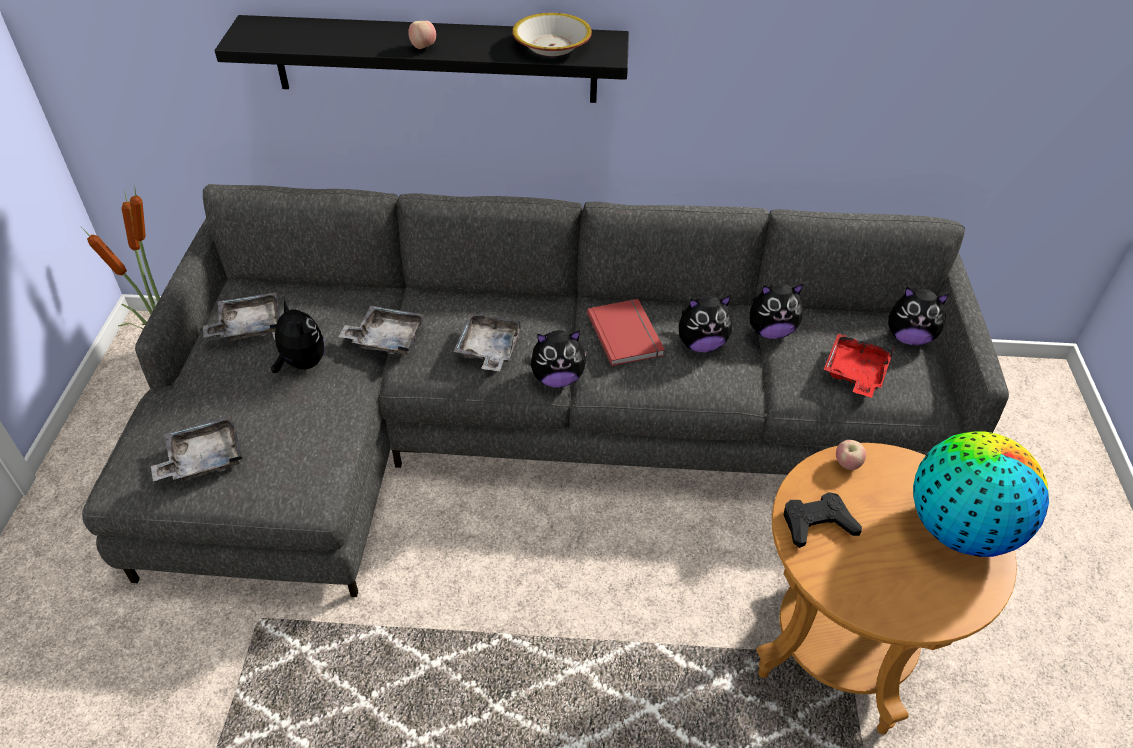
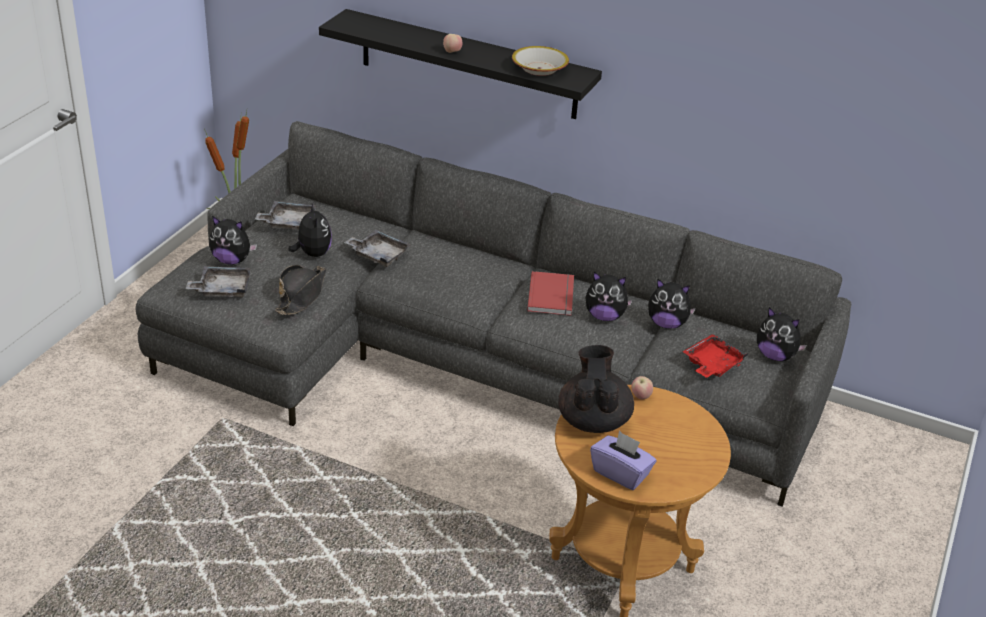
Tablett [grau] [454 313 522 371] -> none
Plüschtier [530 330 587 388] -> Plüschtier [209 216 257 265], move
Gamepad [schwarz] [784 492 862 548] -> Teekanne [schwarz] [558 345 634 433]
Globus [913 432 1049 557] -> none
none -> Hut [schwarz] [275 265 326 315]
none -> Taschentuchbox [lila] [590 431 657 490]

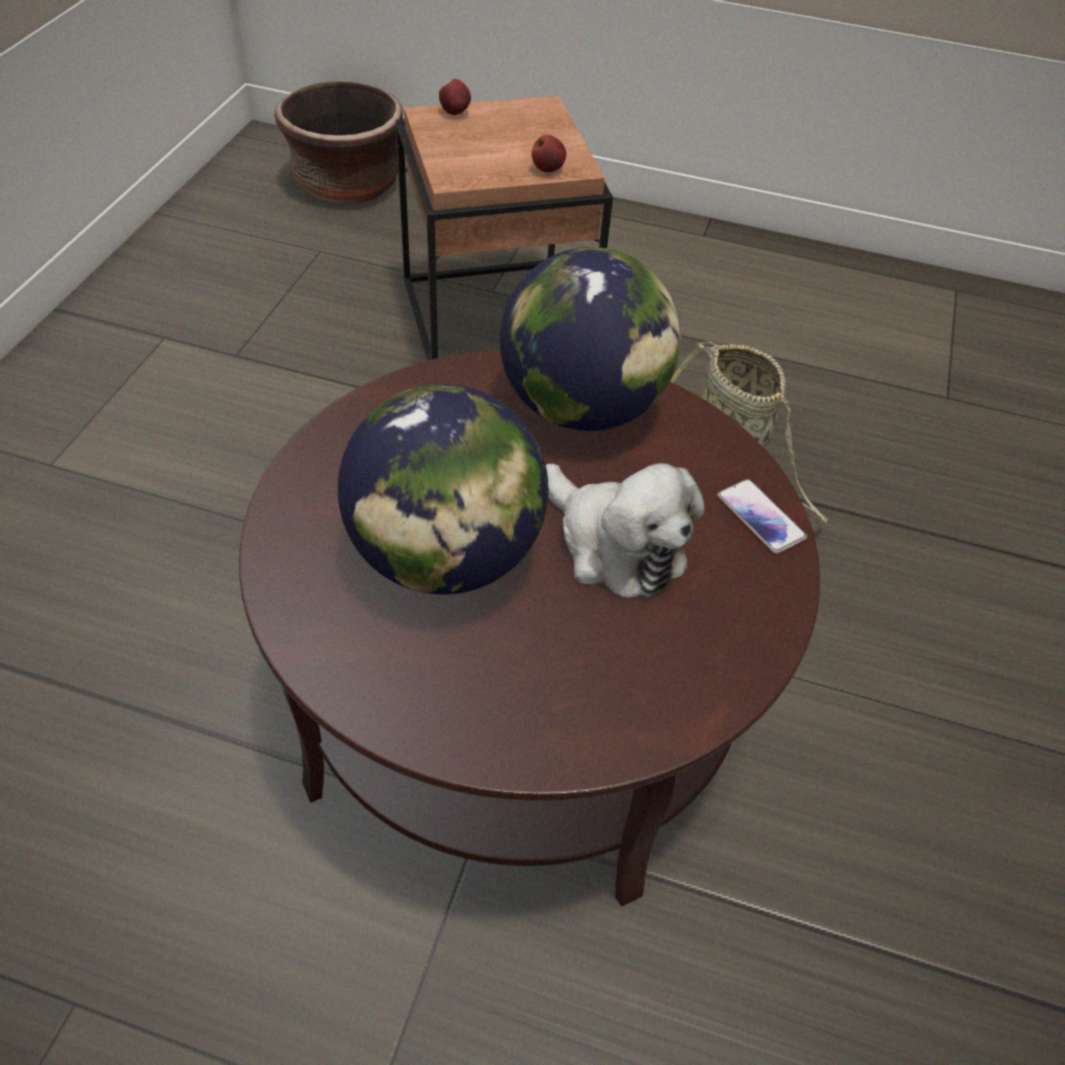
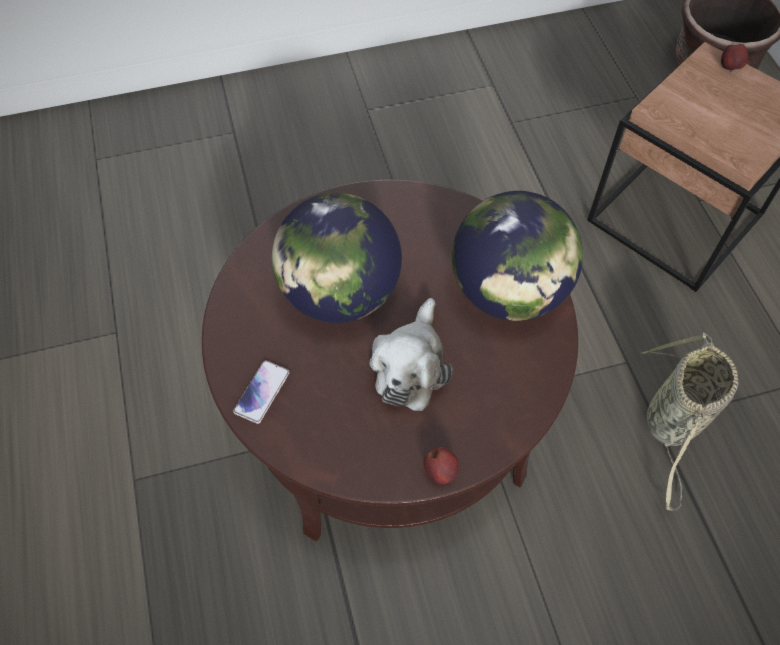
Apfel [532 135 566 173] -> Apfel [423 447 459 484], move
Handy [717 479 807 554] -> Handy [233 360 290 424], move

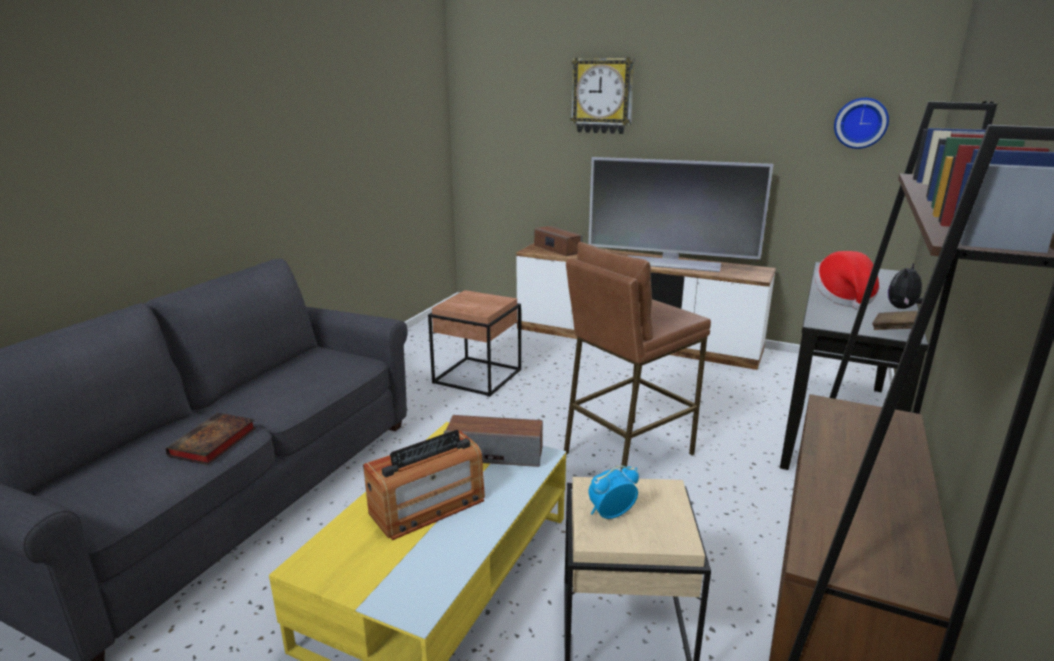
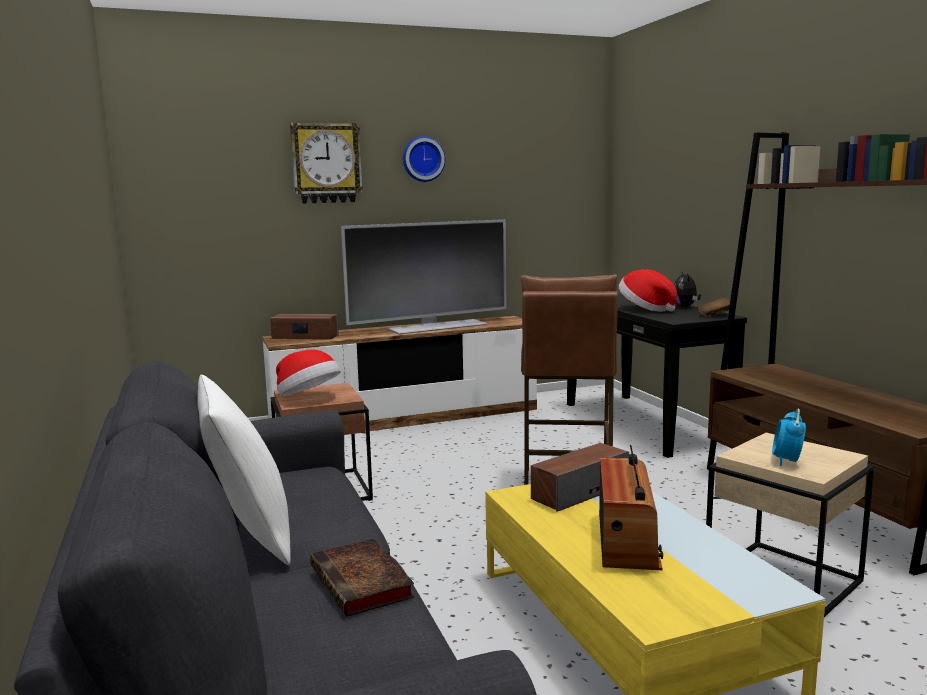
Wanduhr [834 98 889 149] -> Wanduhr [403 136 445 182], move
none -> Kissen [weiß] [197 375 291 565]
none -> Hut [276 349 341 396]

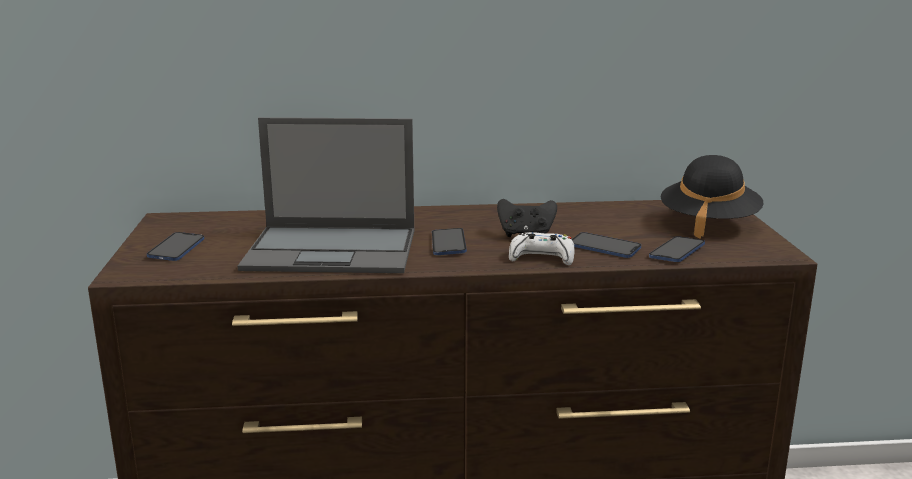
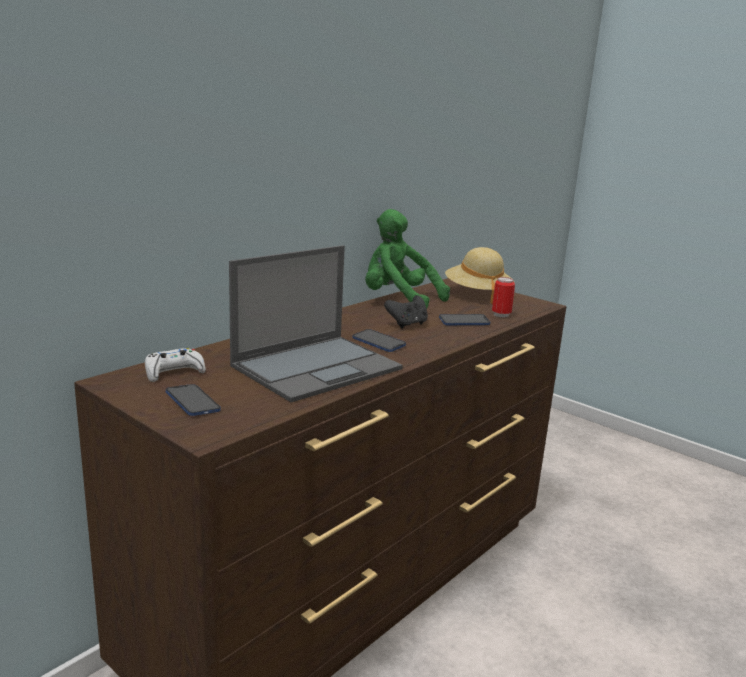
Gamepad [weiß] [509 232 575 265] -> Gamepad [weiß] [145 348 206 382], move
Handy [649 236 705 262] -> Dose [492 277 515 317]
Hut [schwarz] [661 155 764 239] -> Hut [beige] [445 247 515 304]
none -> Plüschtier [grün] [365 209 450 309]

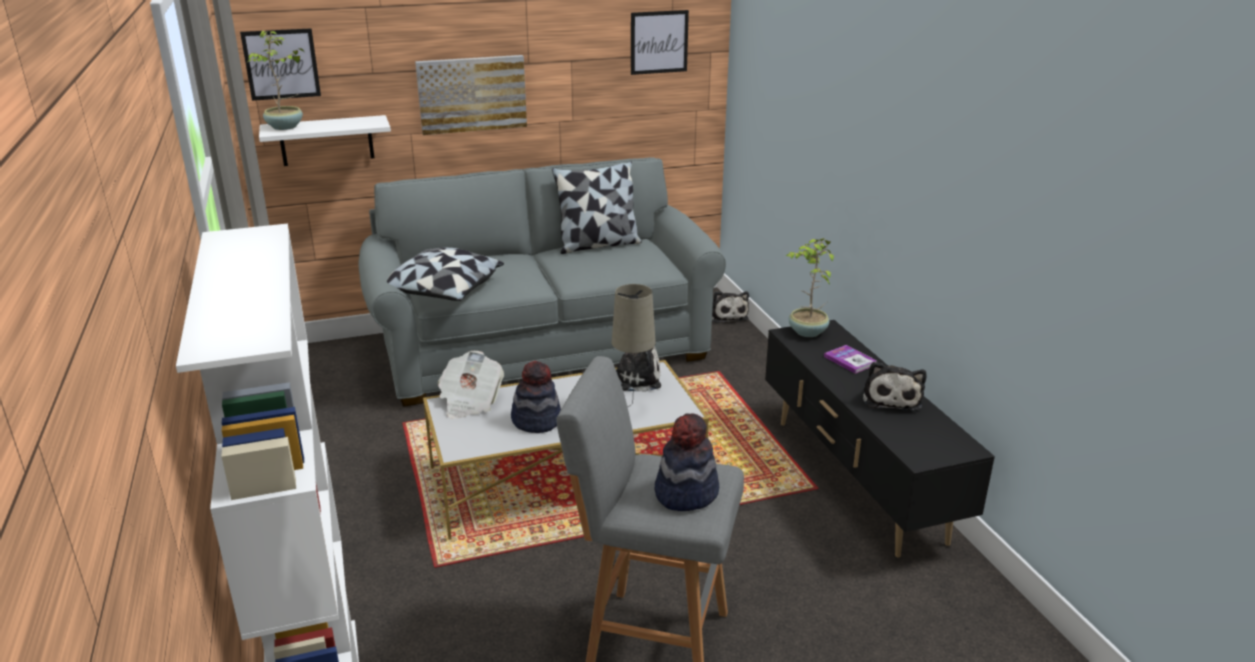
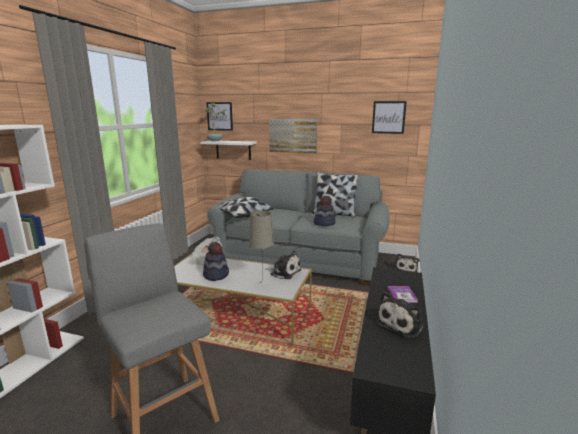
Hut [655 413 719 511] -> Hut [314 196 336 226], move
Topfpflanze [786 238 834 337] -> none

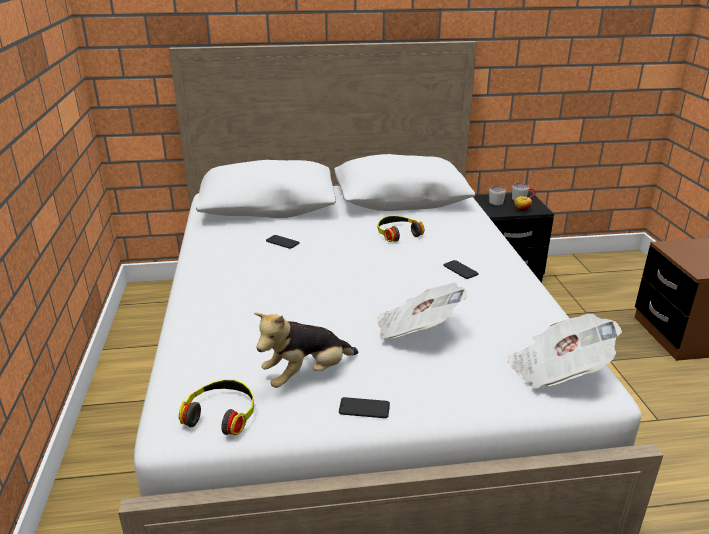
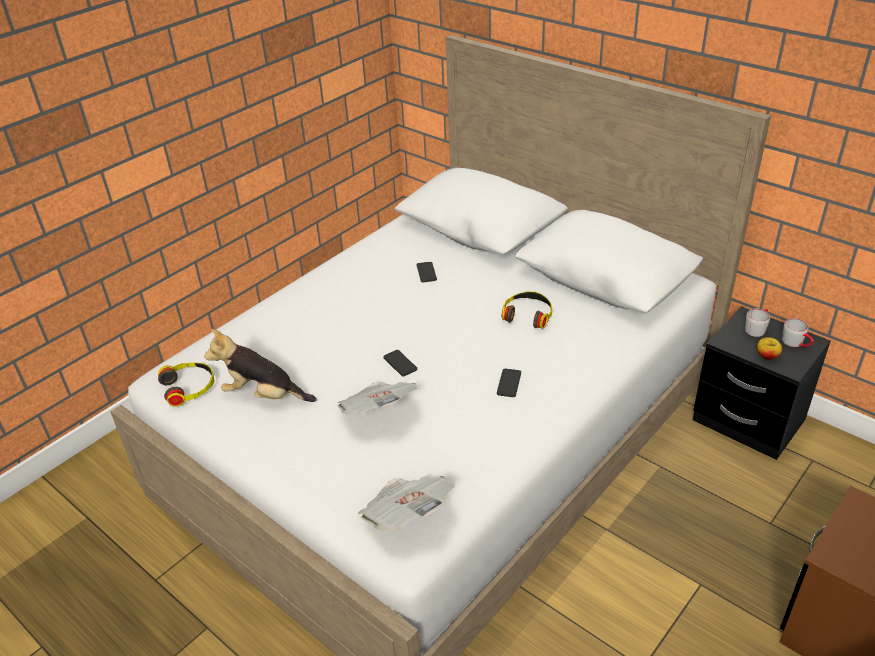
Handy [339 397 390 418] -> Handy [383 350 417 376], move

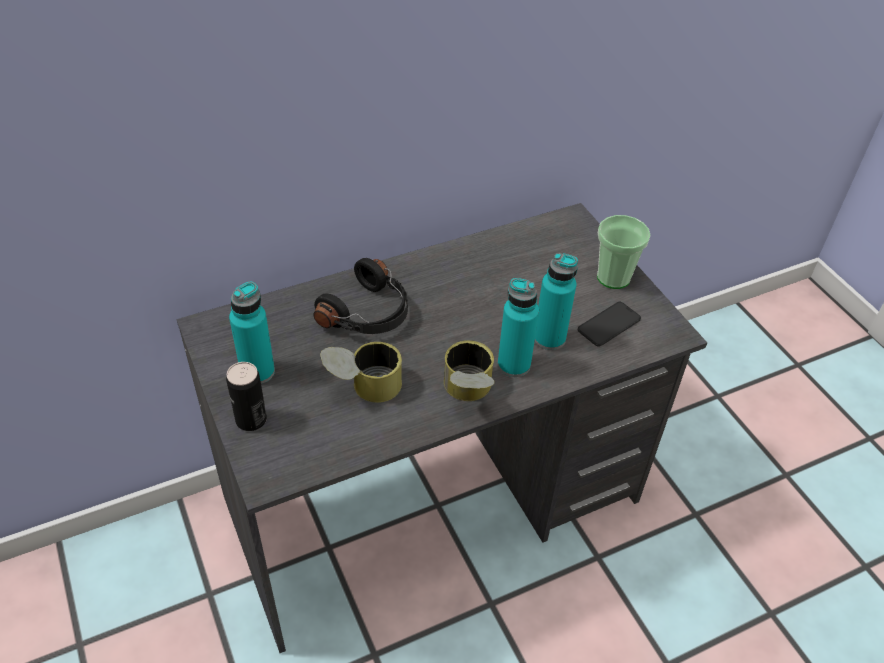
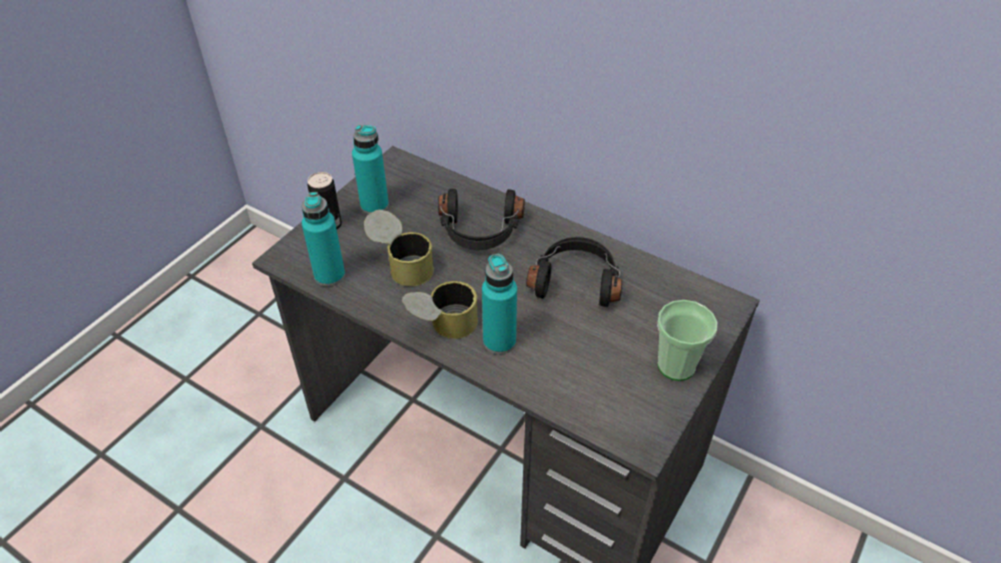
Flasche [türkis] [535 253 578 350] -> Flasche [türkis] [301 192 345 287], move
Handy [578 302 641 347] -> none
none -> Kopfhörer [schwarz] [526 237 622 307]

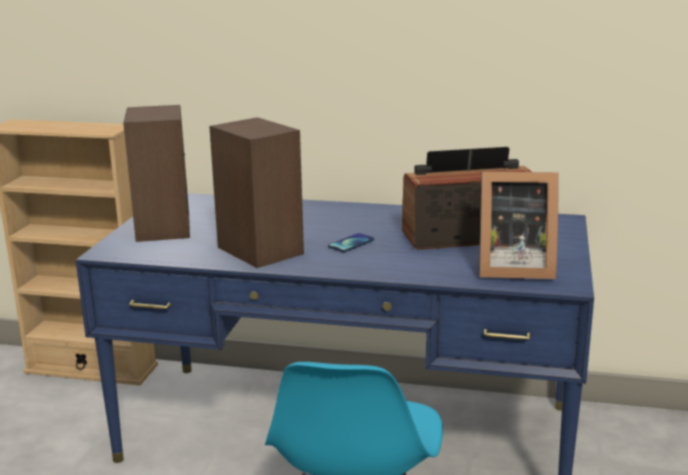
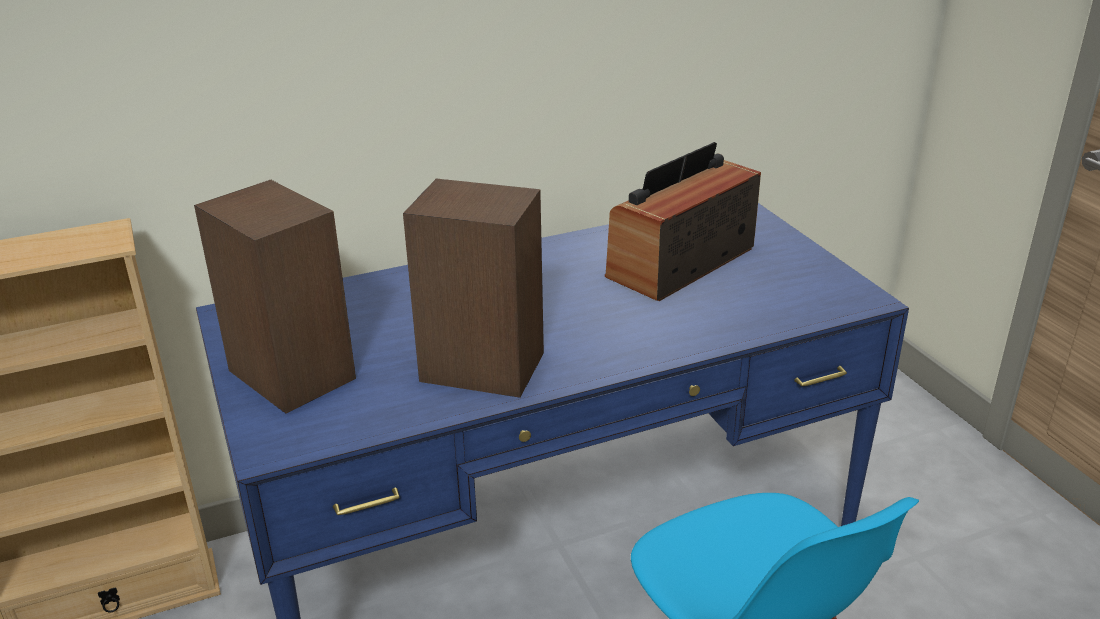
Handy [328 233 374 252] -> none
Bilderrahmen [479 171 559 279] -> none

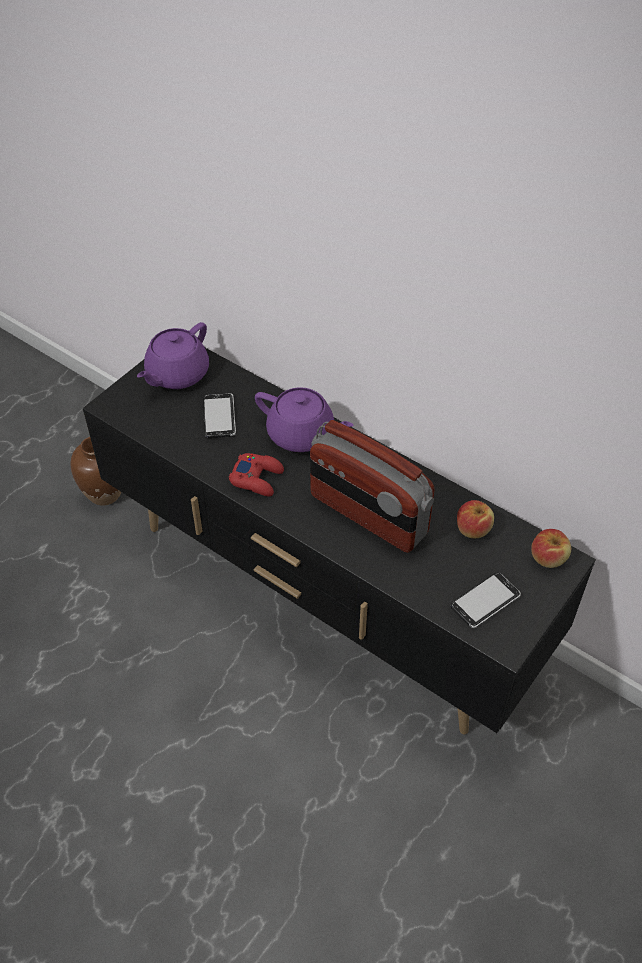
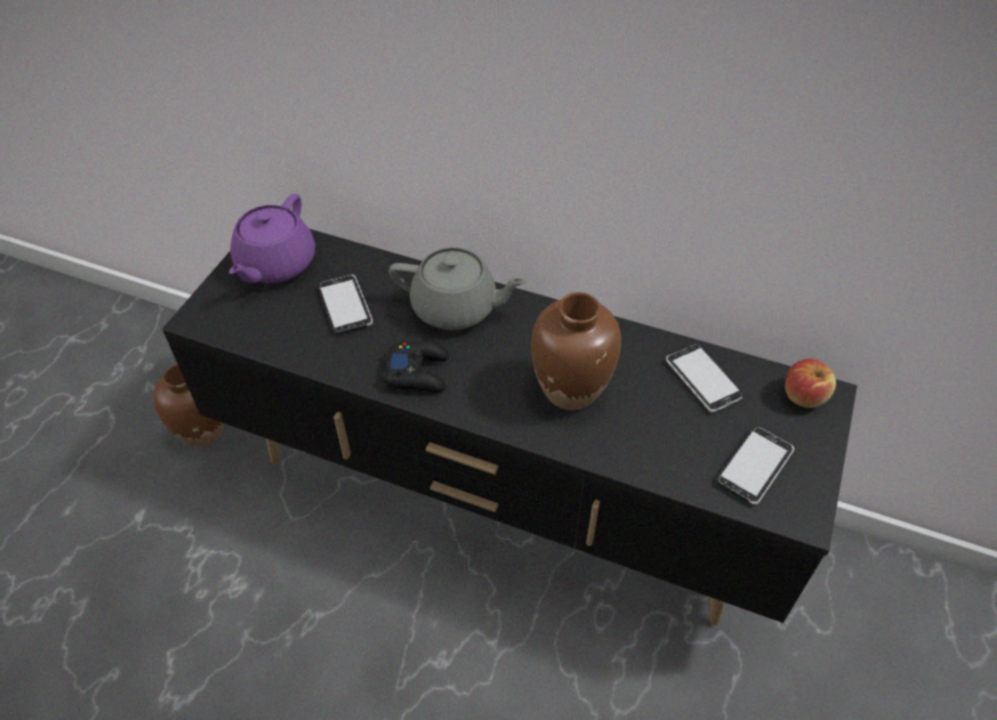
Gamepad [rot] [229 453 284 497] -> Gamepad [schwarz] [383 341 449 393]
Teekanne [lila] [255 387 353 452] -> Teekanne [grau] [389 247 527 330]
Radio [310 420 435 553] -> Vase [braun] [531 292 621 410]
Apfel [457 500 494 538] -> Handy [666 344 744 413]

